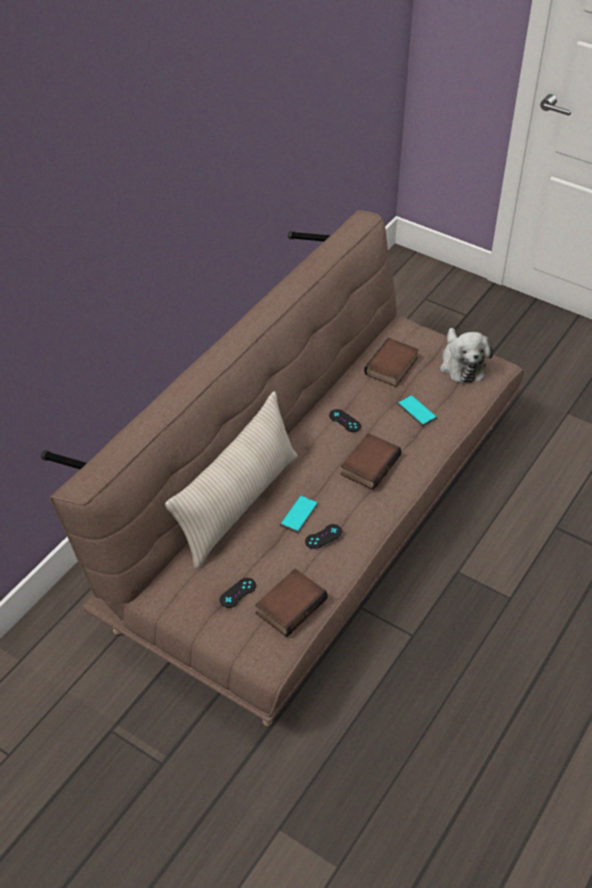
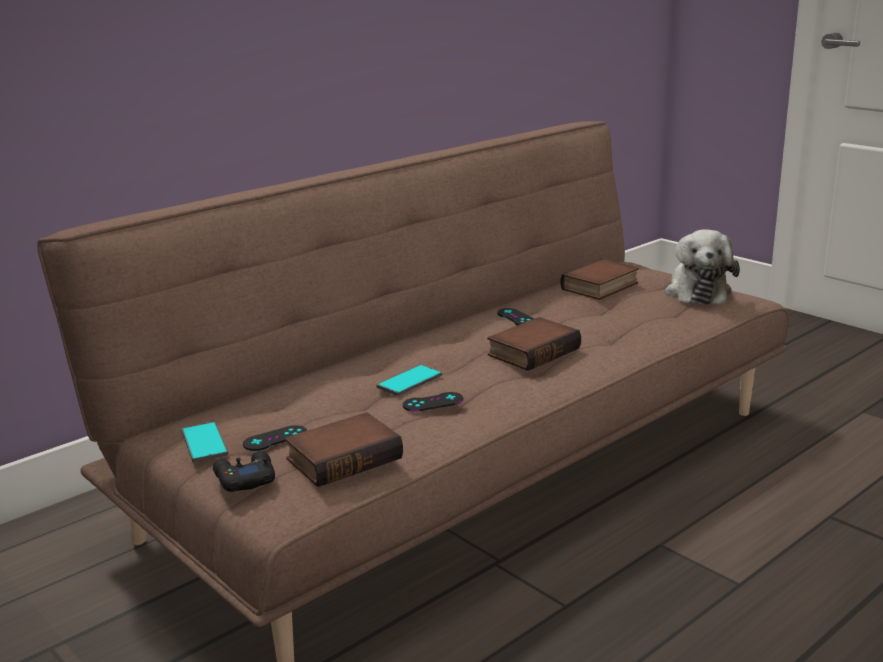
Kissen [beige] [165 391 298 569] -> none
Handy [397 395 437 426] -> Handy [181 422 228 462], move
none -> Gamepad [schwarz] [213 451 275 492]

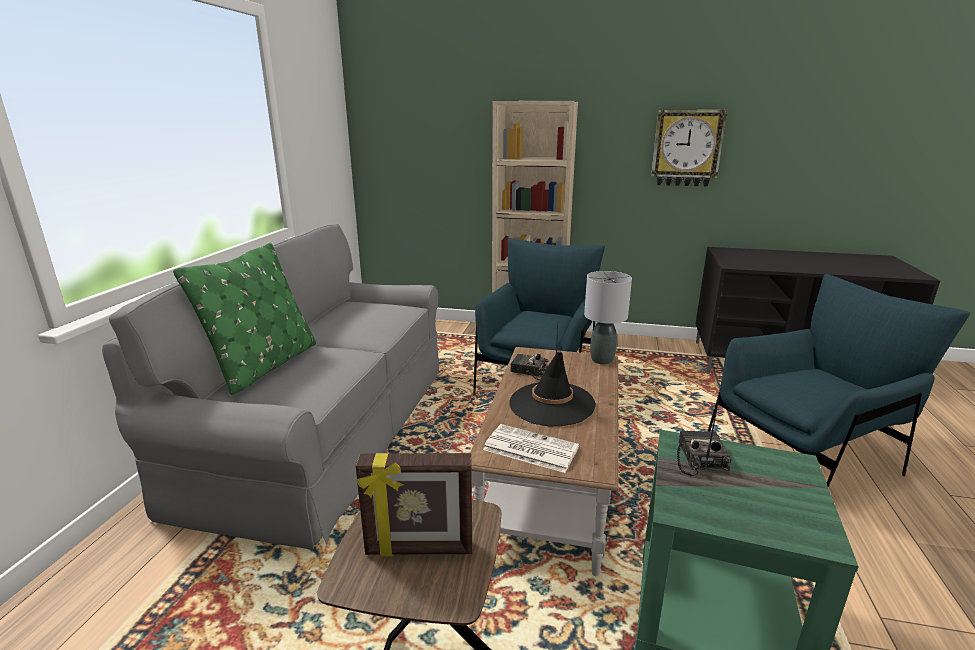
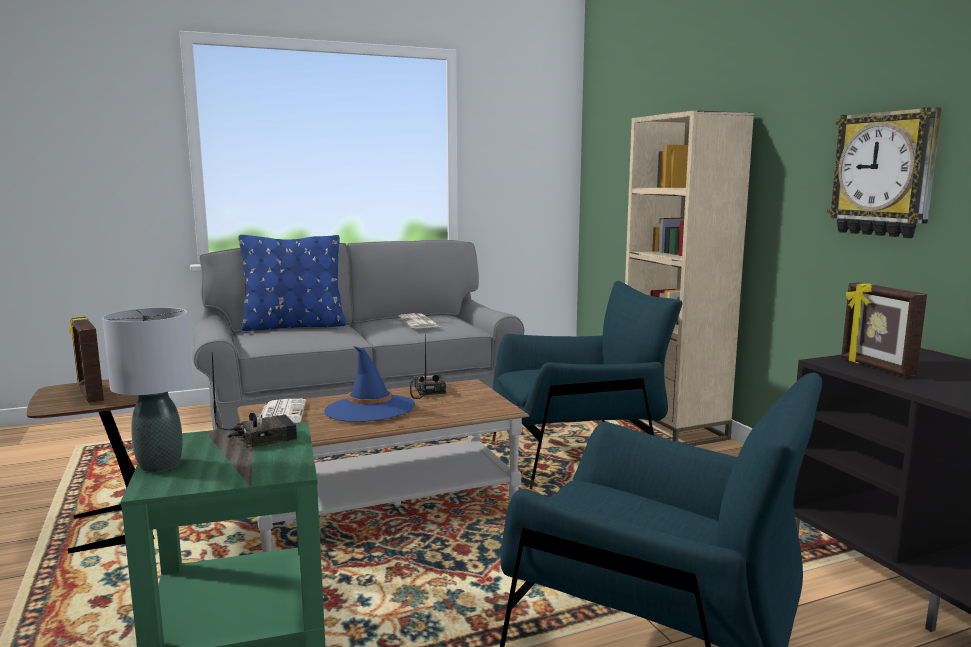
Kissen [grün] [173 243 316 395] -> Kissen [blau] [239 235 346 331]
Hut [schwarz] [509 351 596 427] -> Hut [blau] [324 346 415 422]
Tischlampe [grau] [584 271 632 364] -> Tischlampe [grau] [102 307 193 472], move
none -> Zeitung [398 313 440 328]
none -> Bilderrahmen [841 282 927 377]

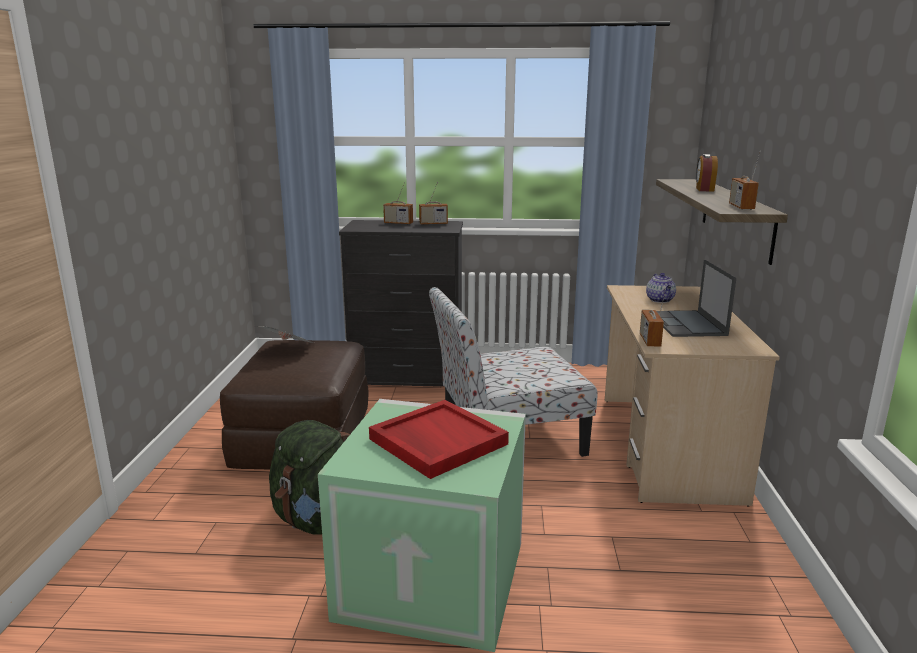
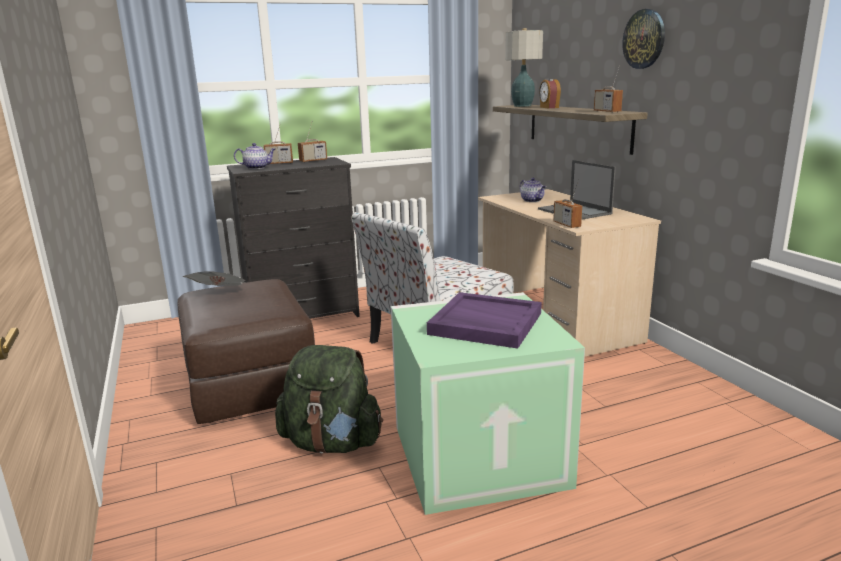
Tablett [rot] [369 400 509 479] -> Tablett [lila] [427 292 542 349]
none -> Teekanne [234 143 275 169]
none -> Tischlampe [505 28 543 107]
none -> Wanduhr [622 9 665 69]

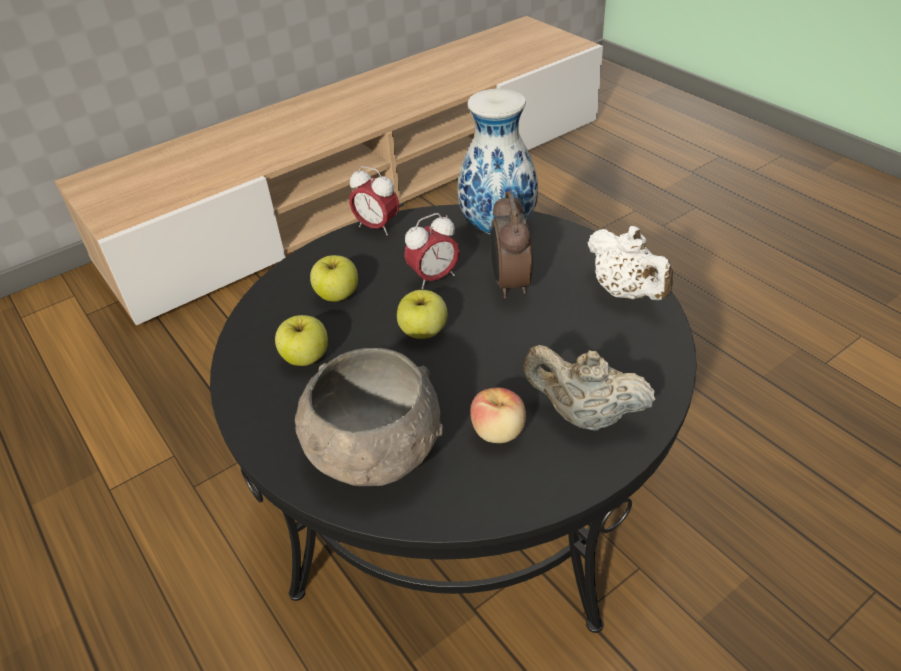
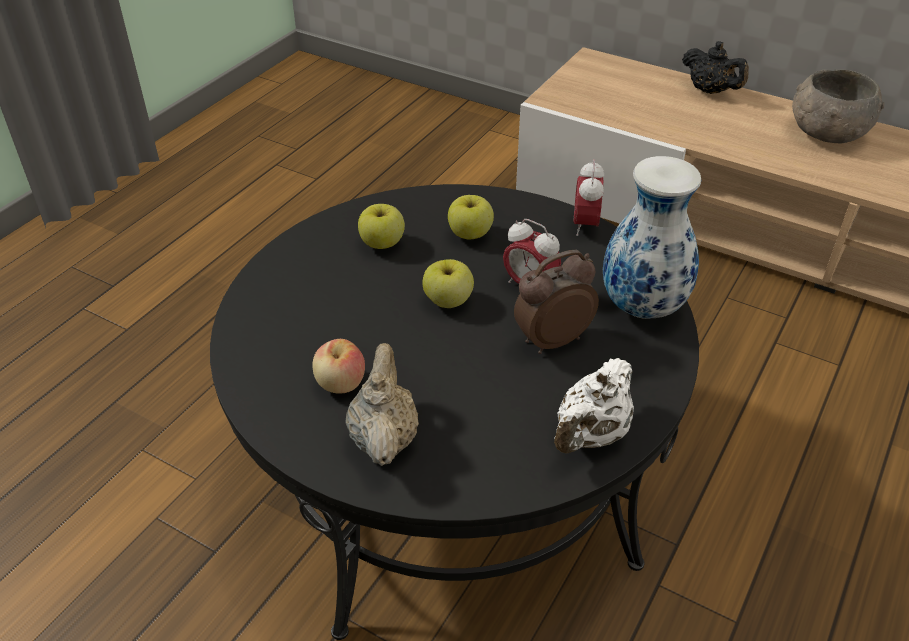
Schüssel [grau] [295 348 443 486] -> Schüssel [grau] [792 69 884 143], move
none -> Teekanne [schwarz] [682 41 749 94]

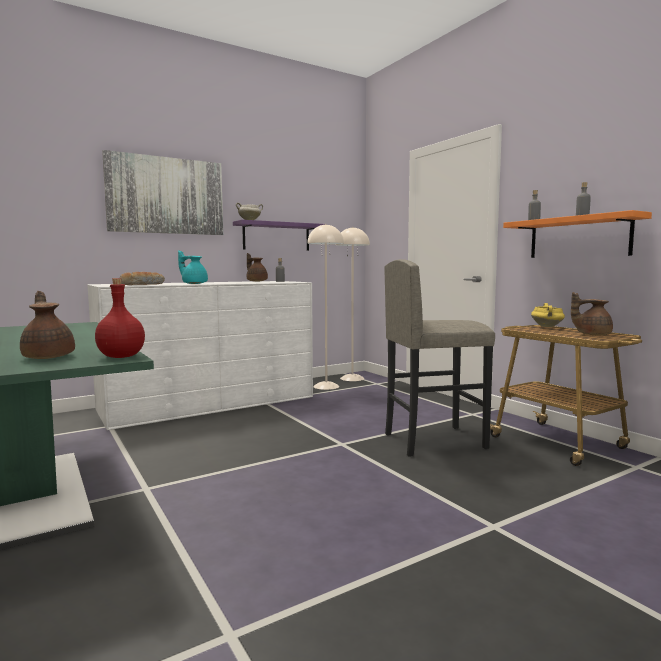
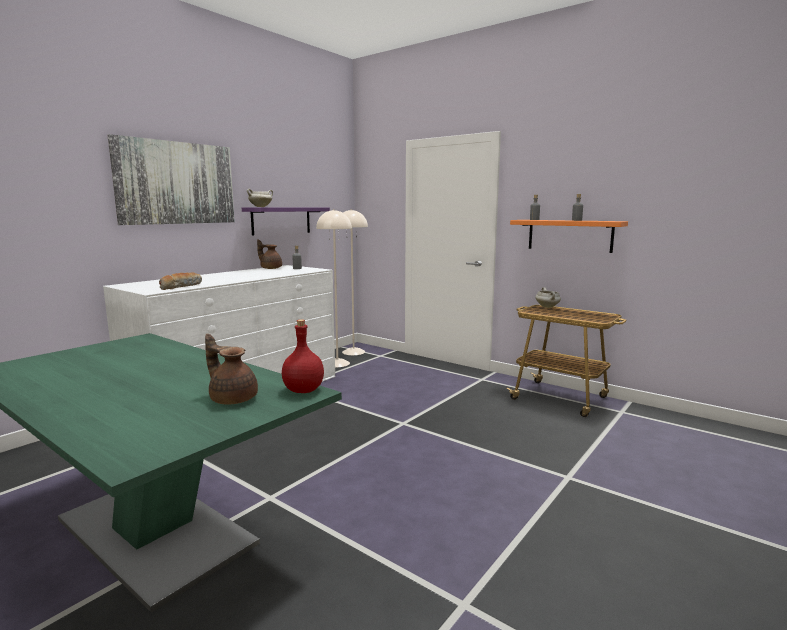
Teekanne [türkis] [178 250 208 284] -> none
Hocker [grau] [384 259 495 457] -> none
Kochtopf [gelb] [531 303 565 327] -> Kochtopf [weiß] [535 287 561 308]
Teekanne [braun] [571 292 613 335] -> none

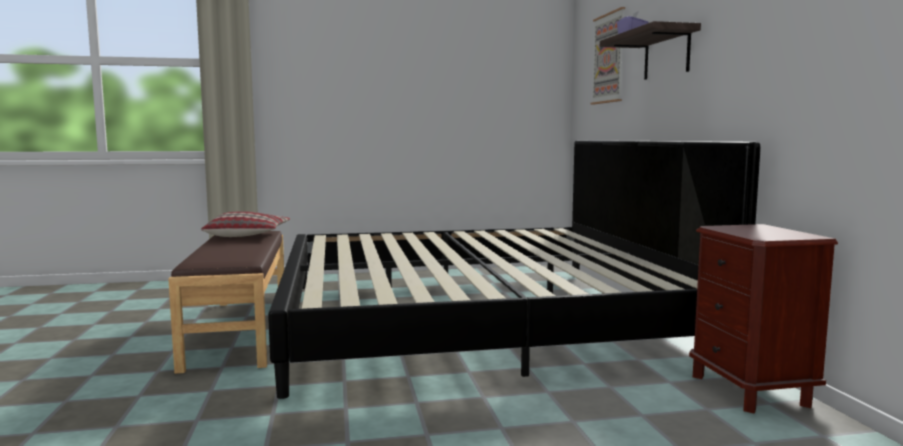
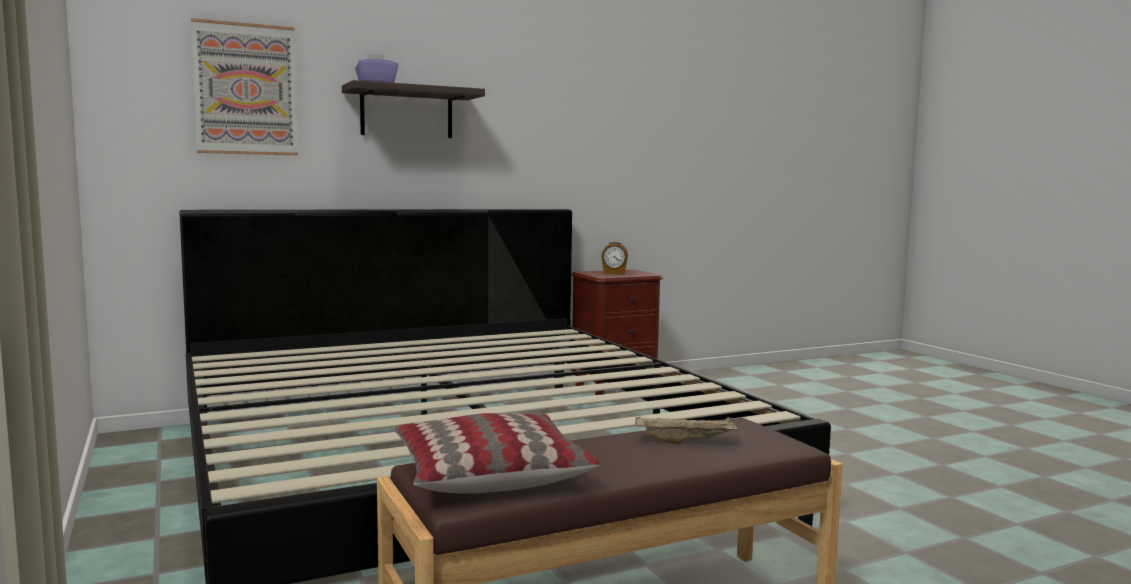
none -> Wecker [601 242 628 274]
none -> Tablett [beige] [635 416 739 444]

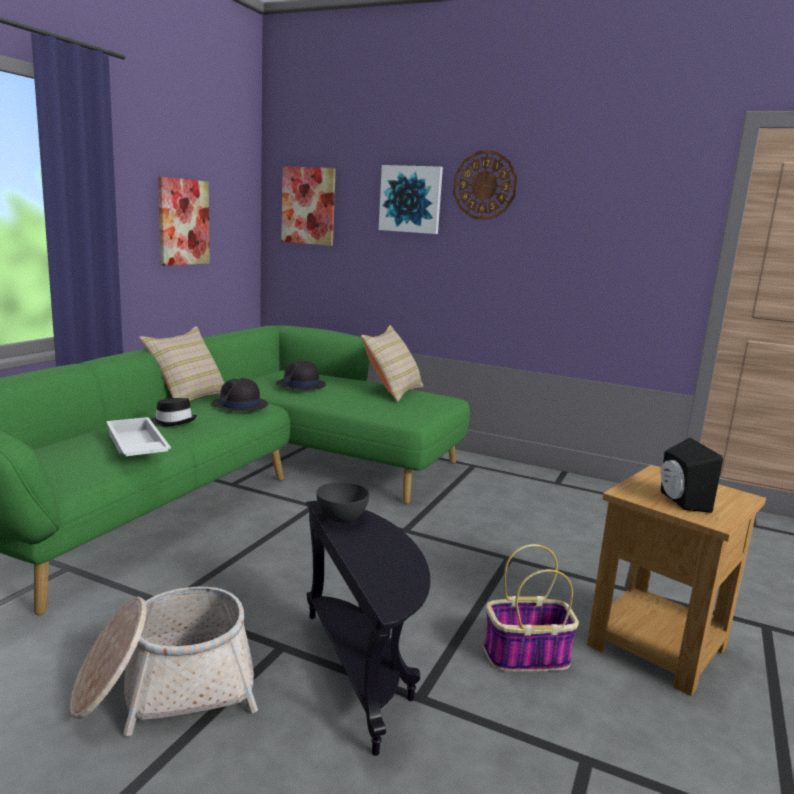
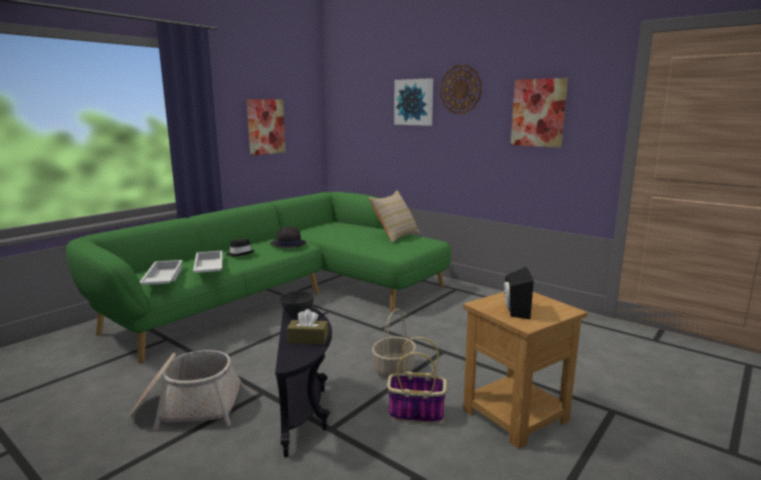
Kissen [beige] [139 326 224 401] -> none
Hut [schwarz] [276 361 326 390] -> none
Bild [281 166 336 246] -> Bild [511 78 568 148], move
none -> Tablett [weiß] [140 260 183 285]
none -> Taschentuchbox [braun] [287 309 328 344]
none -> Korb [372 308 416 378]

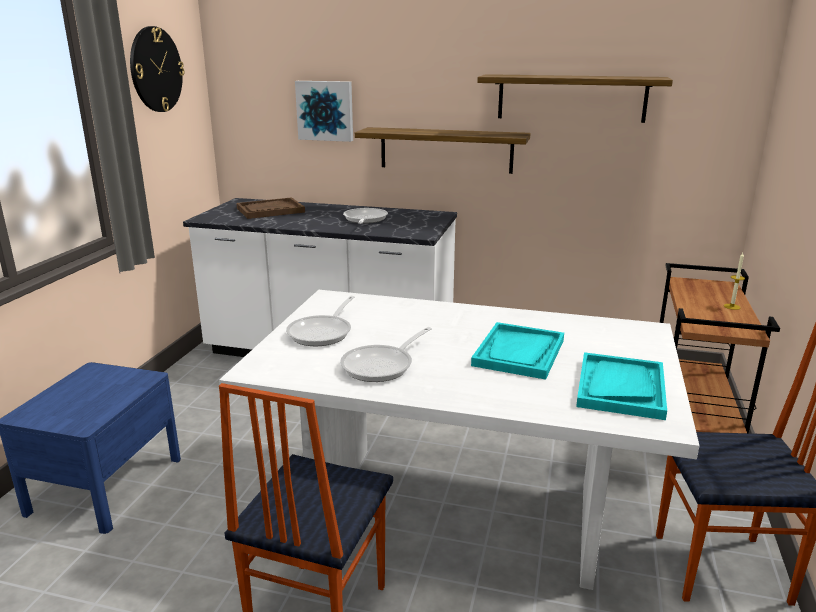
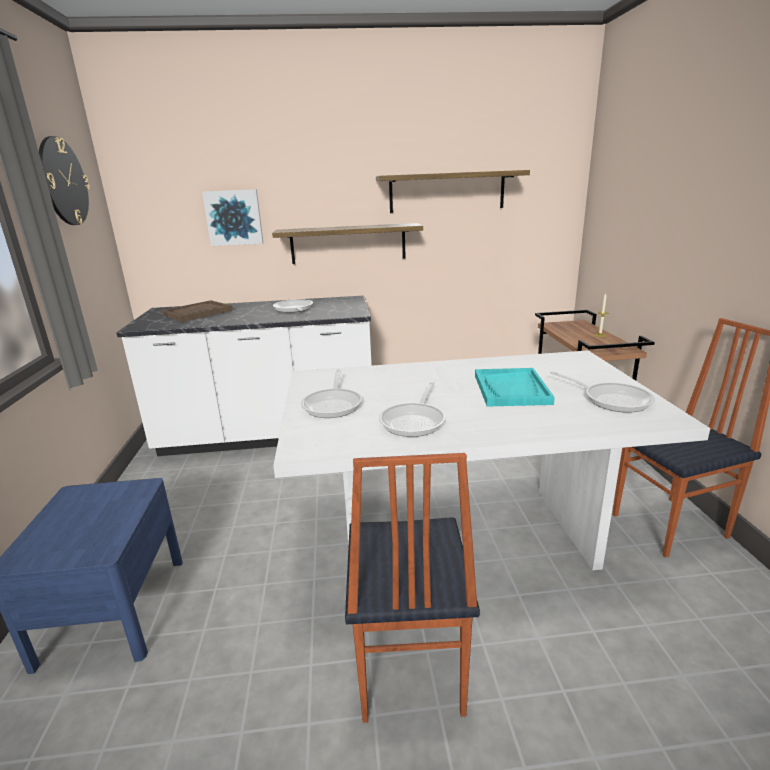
Tablett [türkis] [576 352 667 420] -> Pfanne [550 371 655 413]

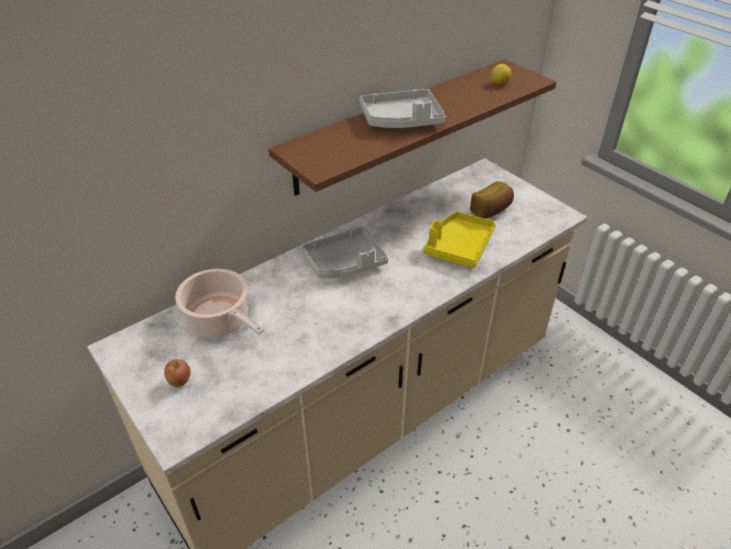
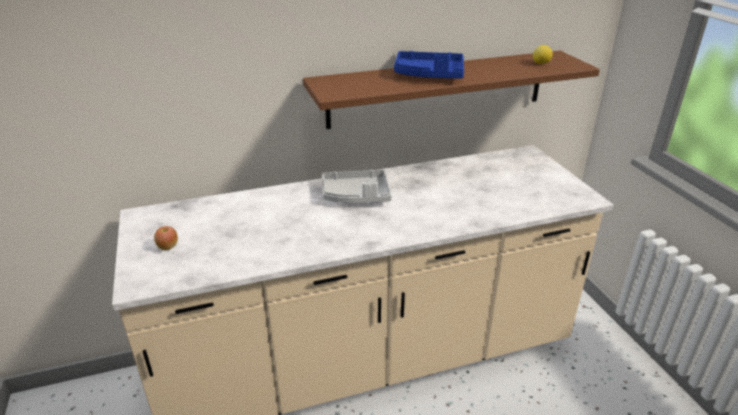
Kochtopf [175 269 265 338] -> none
Tablett [grau] [360 89 446 128] -> Tablett [blau] [394 51 464 79]
Tablett [gelb] [423 212 496 268] -> none
Brot [470 181 514 219] -> none

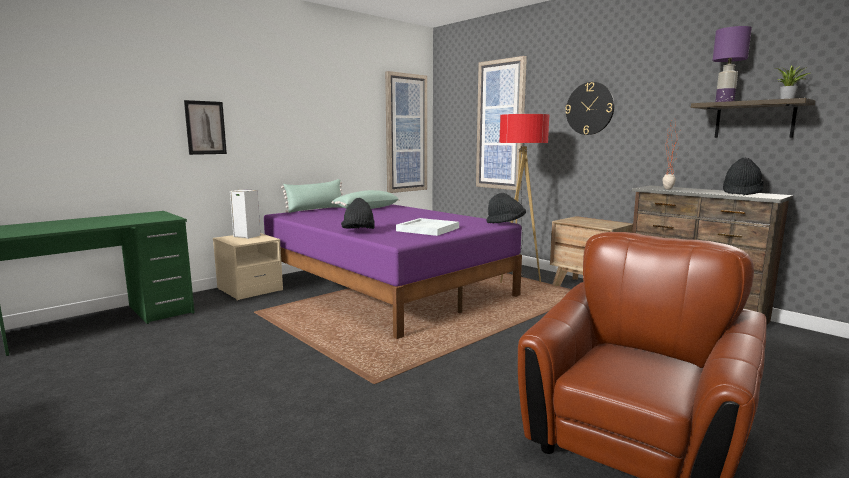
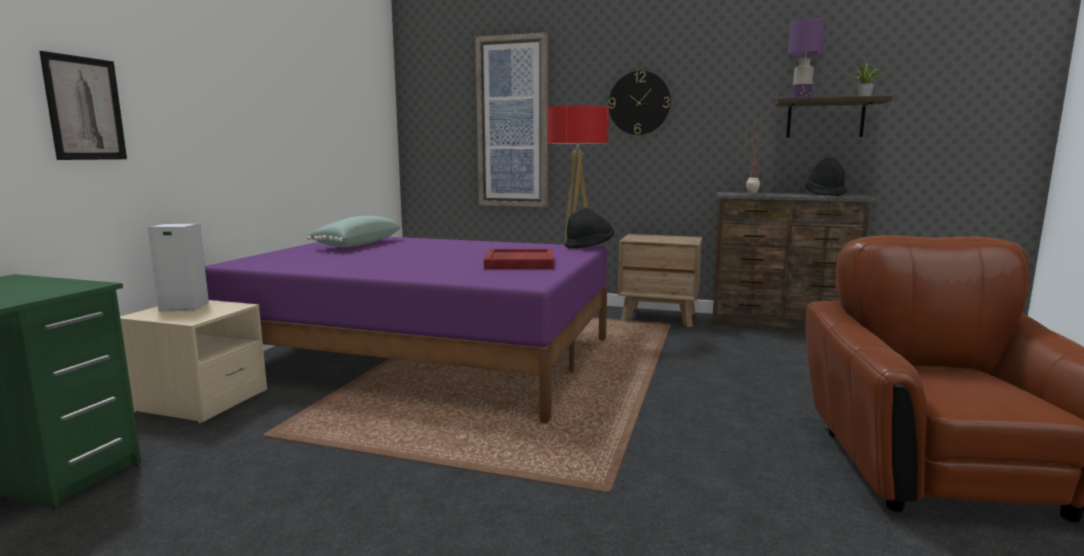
Kissen [grün] [281 179 343 213] -> none
Hut [schwarz] [341 198 375 229] -> none
Bild [385 71 427 193] -> none
Tablett [weiß] [396 218 459 236] -> Tablett [rot] [484 249 553 269]

